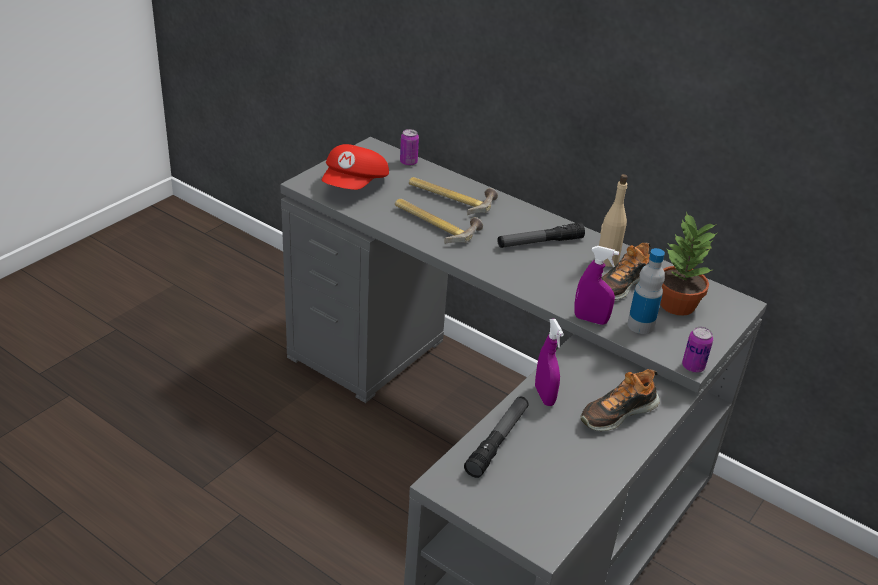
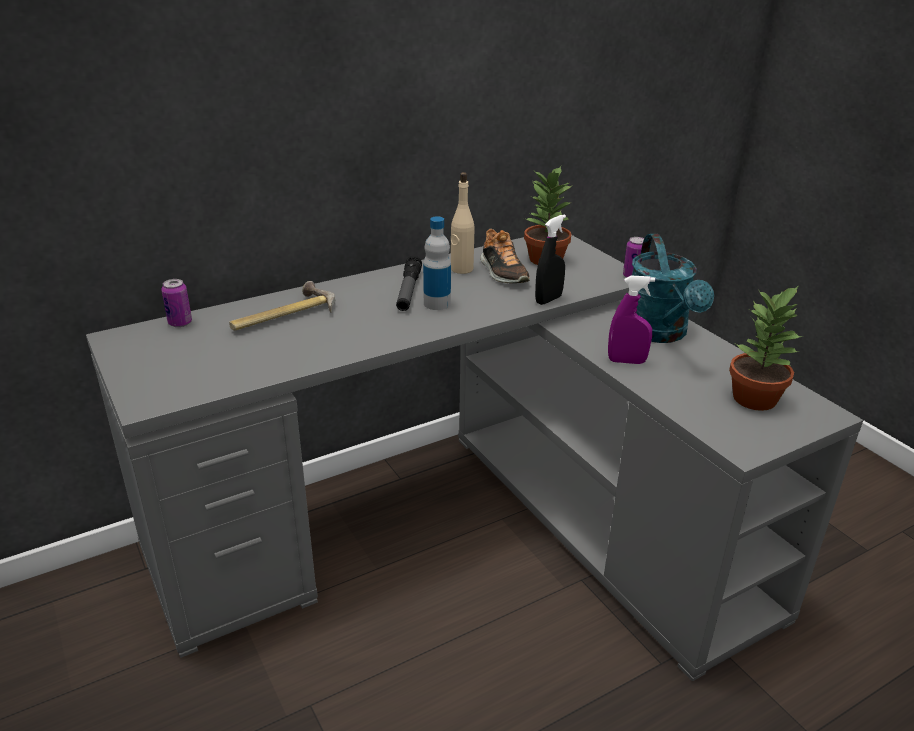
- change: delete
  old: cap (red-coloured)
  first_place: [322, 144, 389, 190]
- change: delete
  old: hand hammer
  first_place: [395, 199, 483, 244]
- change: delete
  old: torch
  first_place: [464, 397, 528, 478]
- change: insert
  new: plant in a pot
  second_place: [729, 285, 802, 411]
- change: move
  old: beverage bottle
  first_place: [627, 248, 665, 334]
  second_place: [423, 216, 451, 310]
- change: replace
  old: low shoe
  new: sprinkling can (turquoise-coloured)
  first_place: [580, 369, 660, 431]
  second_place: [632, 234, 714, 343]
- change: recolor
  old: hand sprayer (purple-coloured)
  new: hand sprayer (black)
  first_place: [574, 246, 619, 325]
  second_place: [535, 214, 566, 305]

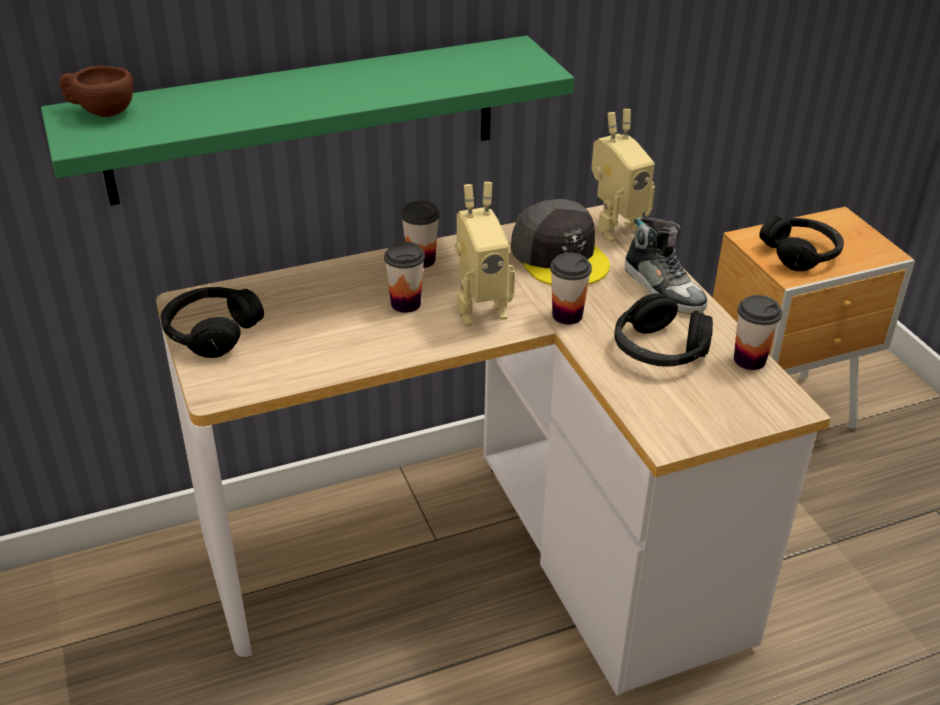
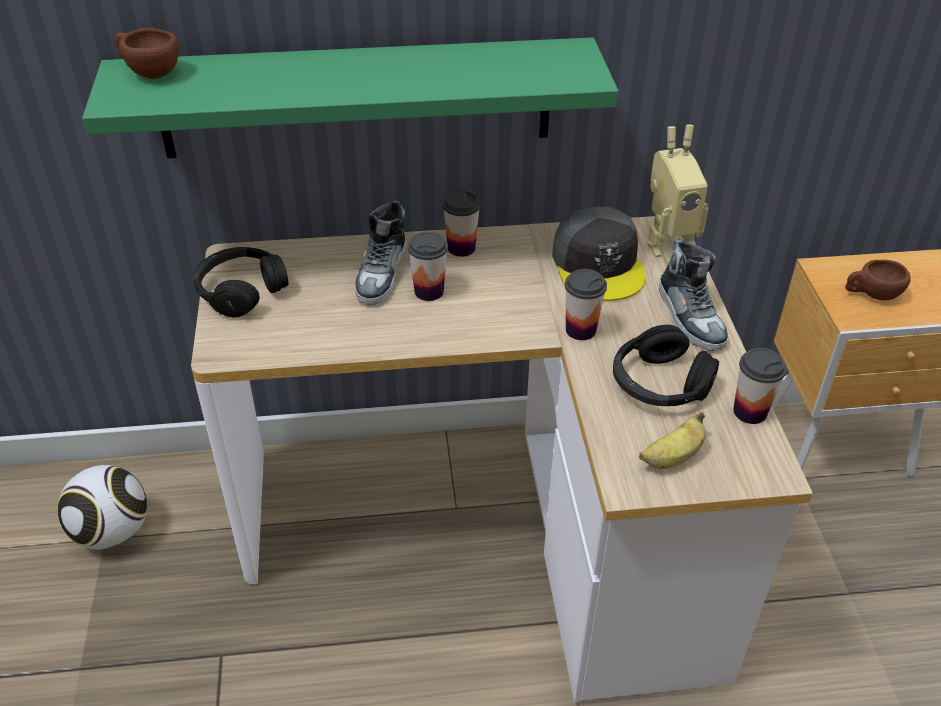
- change: delete
  old: robot figure
  first_place: [455, 182, 515, 326]
- change: insert
  new: football ball
  second_place: [58, 465, 147, 550]
- change: insert
  new: low shoe
  second_place: [355, 201, 406, 305]
- change: insert
  new: banana fruit
  second_place: [639, 412, 706, 469]
- change: replace
  old: headset (black)
  new: small cup (brown-coloured)
  first_place: [759, 216, 844, 271]
  second_place: [845, 260, 911, 300]

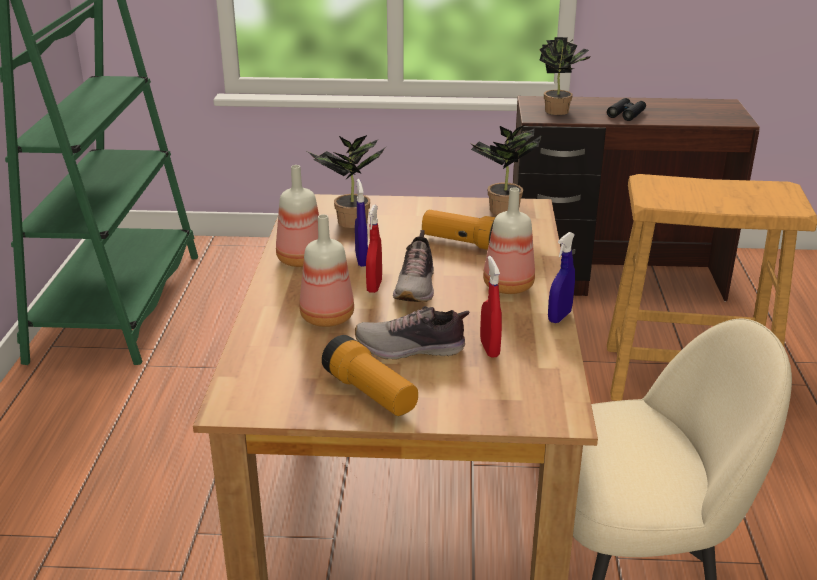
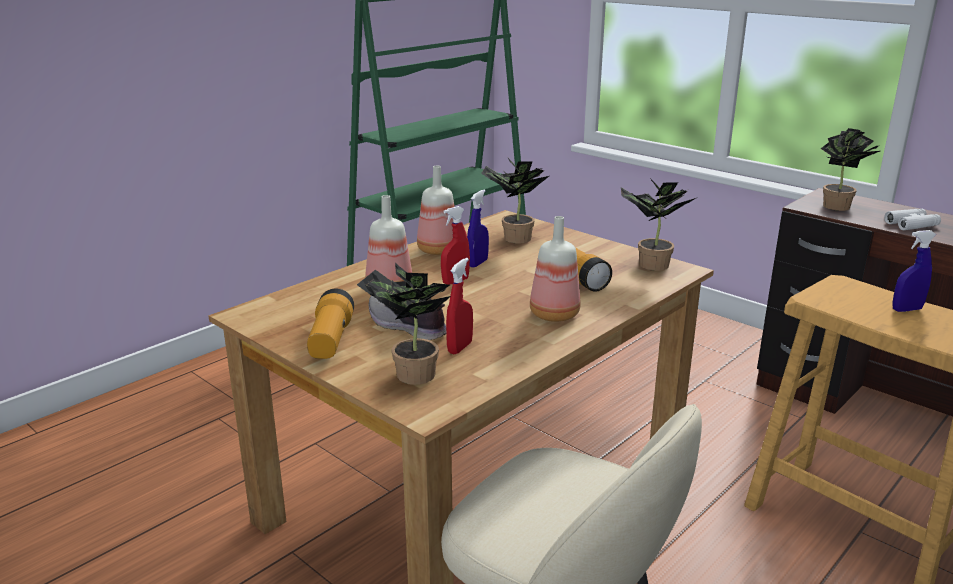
- change: delete
  old: low shoe
  first_place: [393, 230, 434, 302]
- change: insert
  new: plant in a pot
  second_place: [357, 263, 451, 385]
- change: move
  old: hand sprayer (bluish)
  first_place: [548, 232, 575, 323]
  second_place: [893, 230, 936, 312]
- change: recolor
  old: binoculars (black)
  new: binoculars (white-coloured)
  first_place: [607, 98, 646, 121]
  second_place: [884, 209, 941, 230]

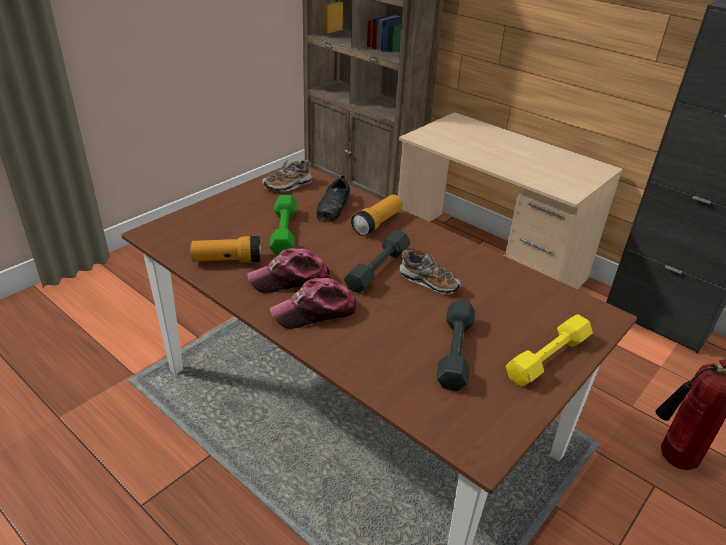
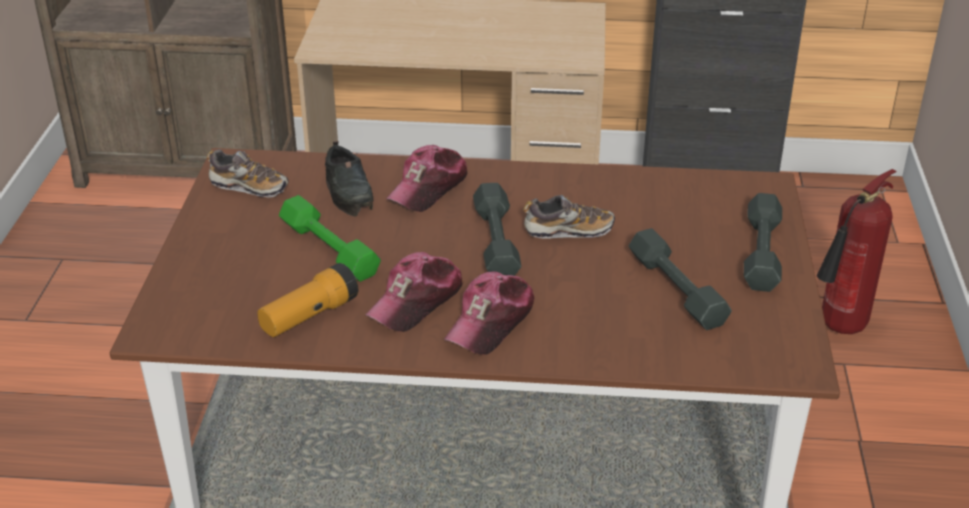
- change: replace
  old: torch
  new: cap
  first_place: [351, 194, 402, 236]
  second_place: [386, 145, 468, 212]
- change: recolor
  old: hand weight (yellowish)
  new: hand weight (grey)
  first_place: [506, 314, 593, 387]
  second_place: [744, 193, 782, 292]
- change: rotate
  old: low shoe
  first_place: [262, 160, 312, 191]
  second_place: [207, 149, 289, 197]
  degrees: -90

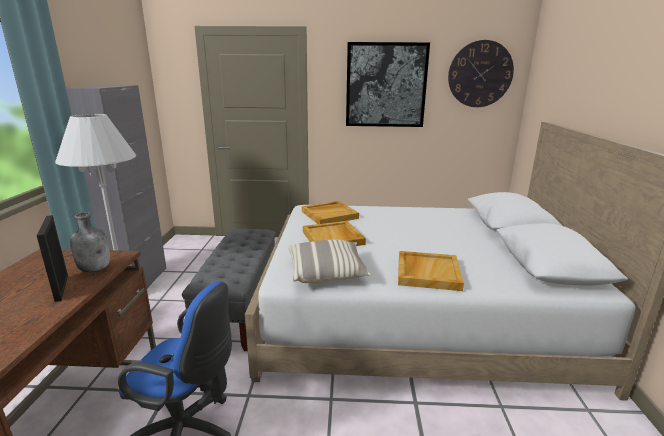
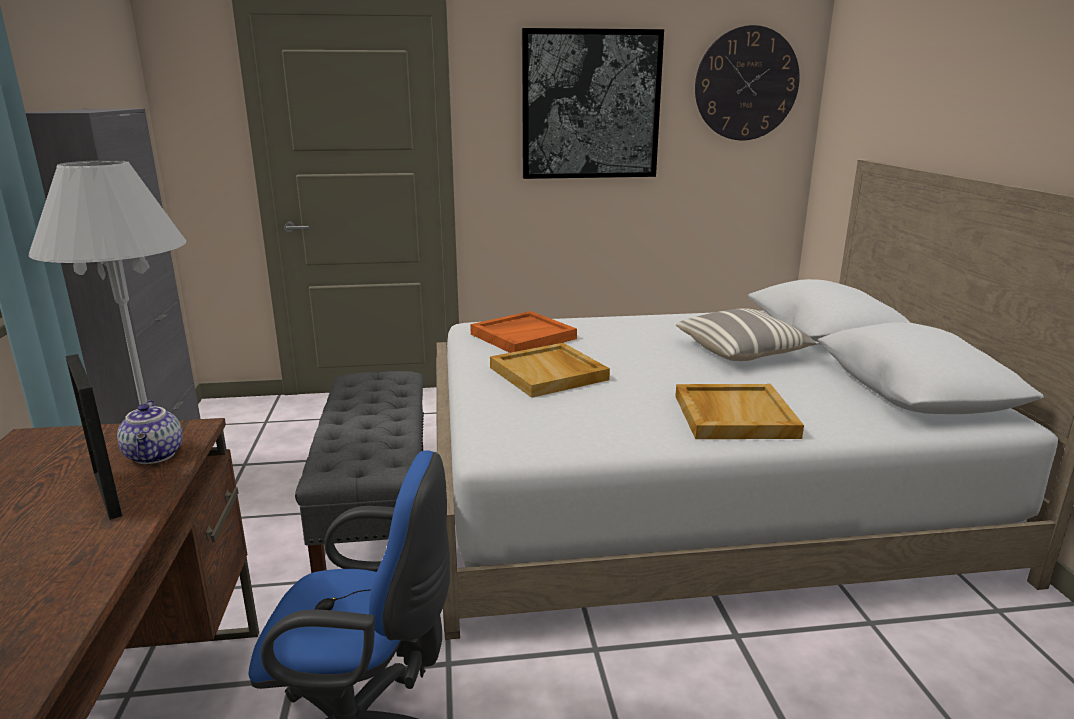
- change: move
  old: throw pillow
  first_place: [288, 239, 371, 283]
  second_place: [676, 308, 819, 361]
- change: replace
  old: beverage bottle (grey)
  new: teapot
  first_place: [70, 212, 110, 272]
  second_place: [117, 400, 183, 464]
- change: recolor
  old: serving tray (beige)
  new: serving tray (orangey)
  first_place: [302, 201, 359, 224]
  second_place: [470, 311, 577, 353]

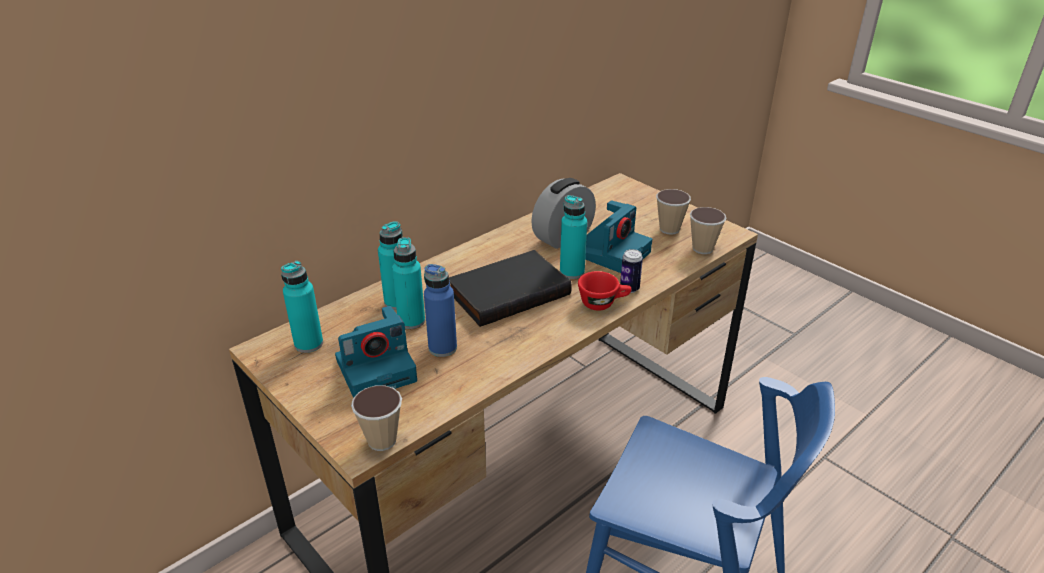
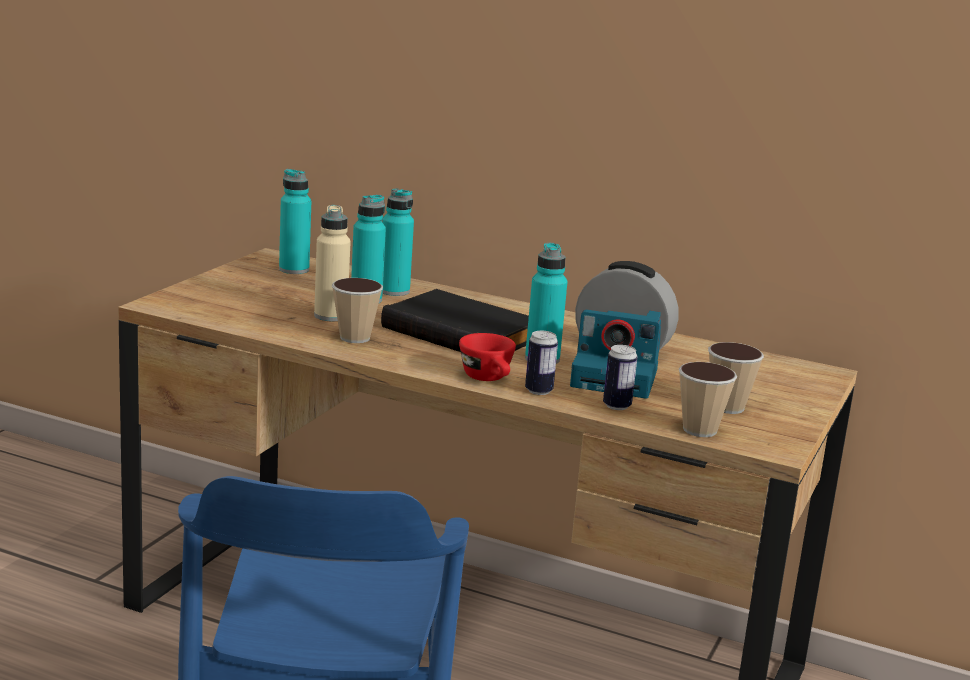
- change: delete
  old: still camera
  first_place: [335, 306, 417, 398]
- change: insert
  new: can
  second_place: [603, 345, 637, 410]
- change: move
  old: small cup
  first_place: [351, 385, 402, 451]
  second_place: [332, 278, 383, 343]
- change: recolor
  old: beverage bottle (bluish)
  new: beverage bottle (beige)
  first_place: [424, 264, 457, 357]
  second_place: [314, 205, 351, 321]

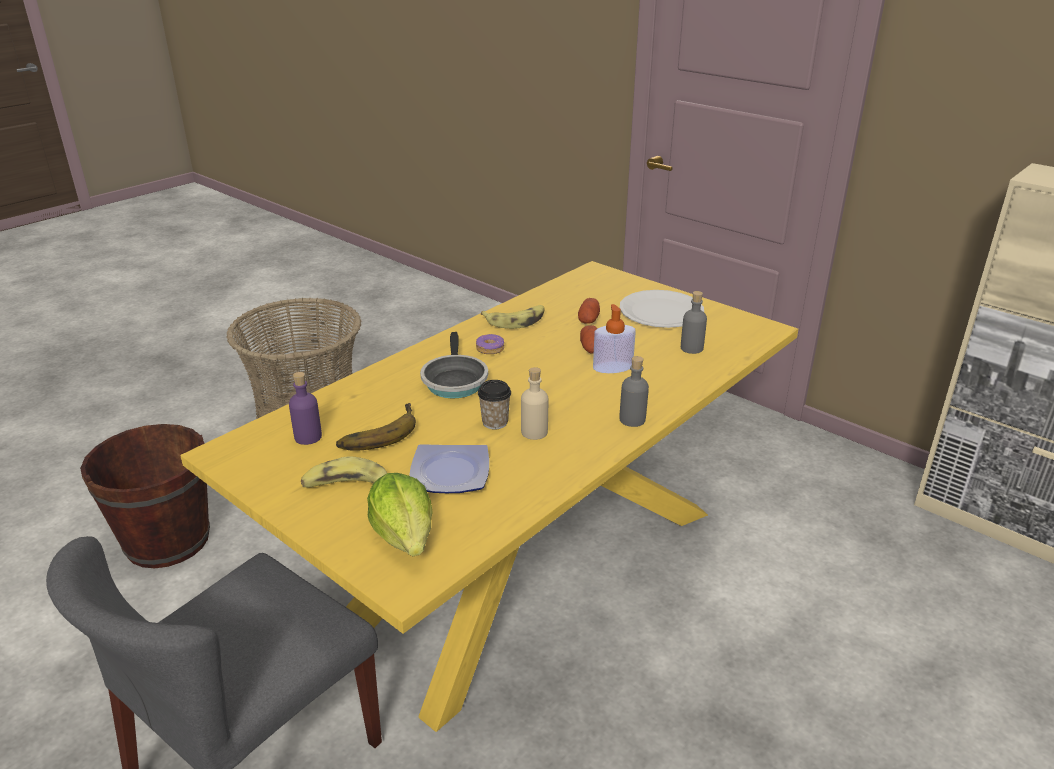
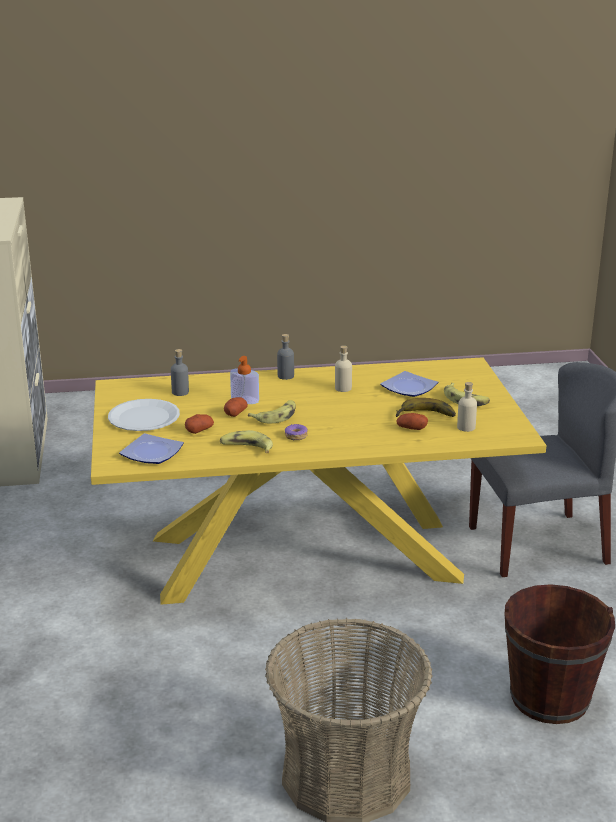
- change: delete
  old: lettuce
  first_place: [367, 473, 433, 556]
- change: delete
  old: pan
  first_place: [420, 332, 488, 398]
- change: delete
  old: small cup
  first_place: [478, 380, 511, 429]
- change: insert
  new: dinner plate
  second_place: [119, 433, 184, 464]
- change: insert
  new: banana fruit
  second_place: [248, 400, 296, 423]
- change: insert
  new: whole potato
  second_place: [397, 413, 428, 430]
- change: recolor
  old: beverage bottle (purple-coloured)
  new: beverage bottle (beige)
  first_place: [289, 372, 322, 445]
  second_place: [457, 382, 477, 432]

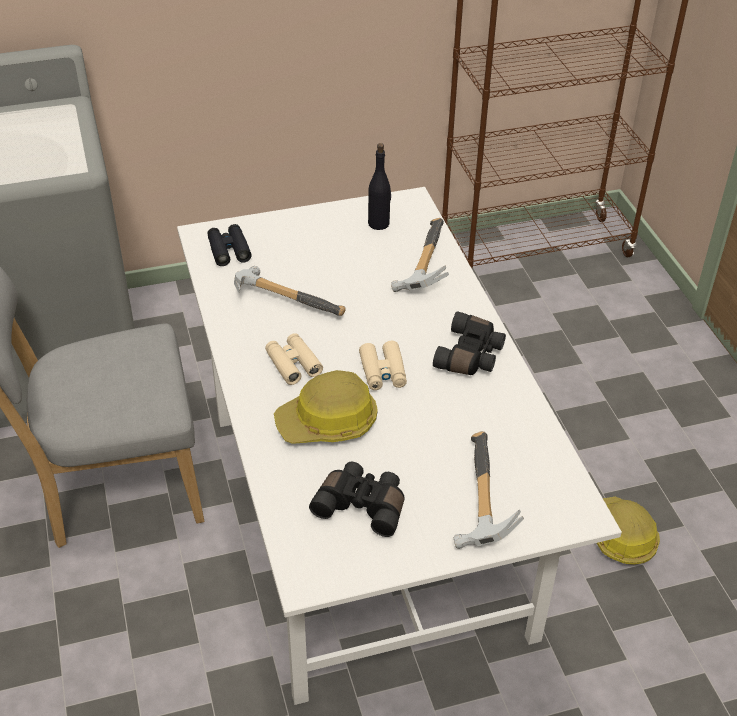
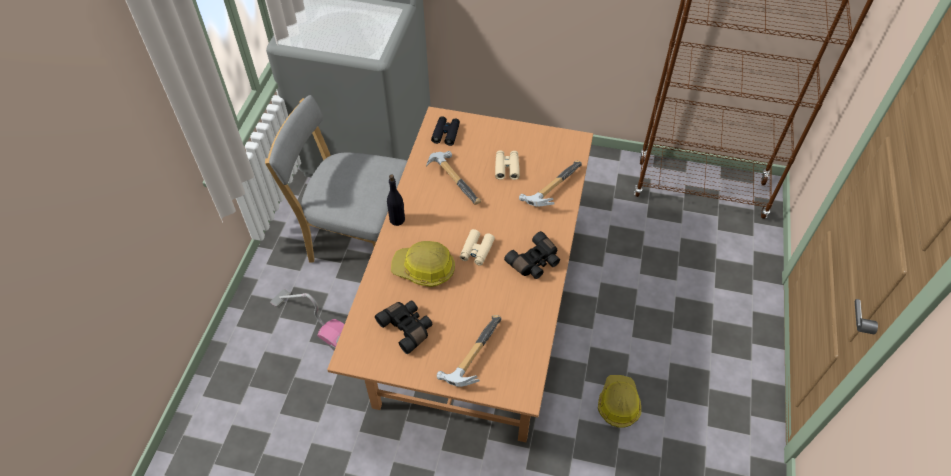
- change: insert
  new: vacuum
  second_place: [270, 289, 344, 350]
- change: move
  old: binoculars (beige)
  first_place: [265, 333, 323, 385]
  second_place: [495, 150, 520, 180]
- change: move
  old: beverage bottle (black)
  first_place: [368, 143, 391, 230]
  second_place: [387, 174, 405, 226]
- change: recolor
  old: kitchen table (white-coloured)
  new: kitchen table (brown-coloured)
  first_place: [177, 187, 622, 705]
  second_place: [327, 107, 593, 442]

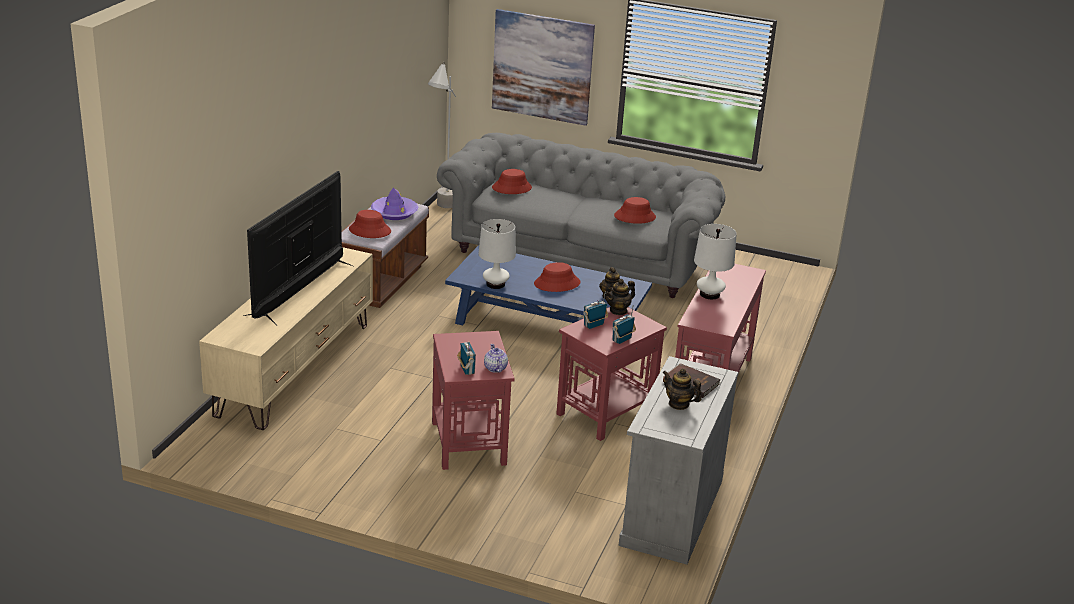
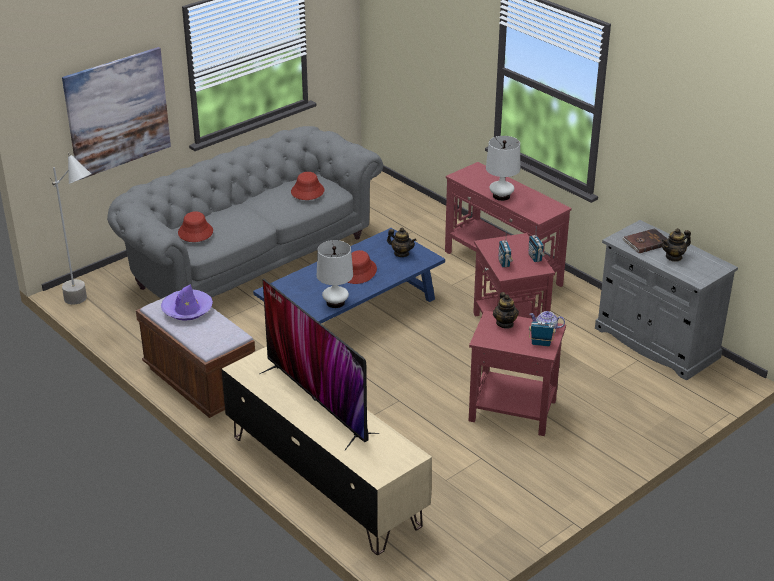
- change: delete
  old: wearable hat (red-coloured)
  first_place: [349, 210, 391, 238]
- change: move
  old: teapot
  first_place: [605, 279, 635, 315]
  second_place: [493, 292, 519, 329]

